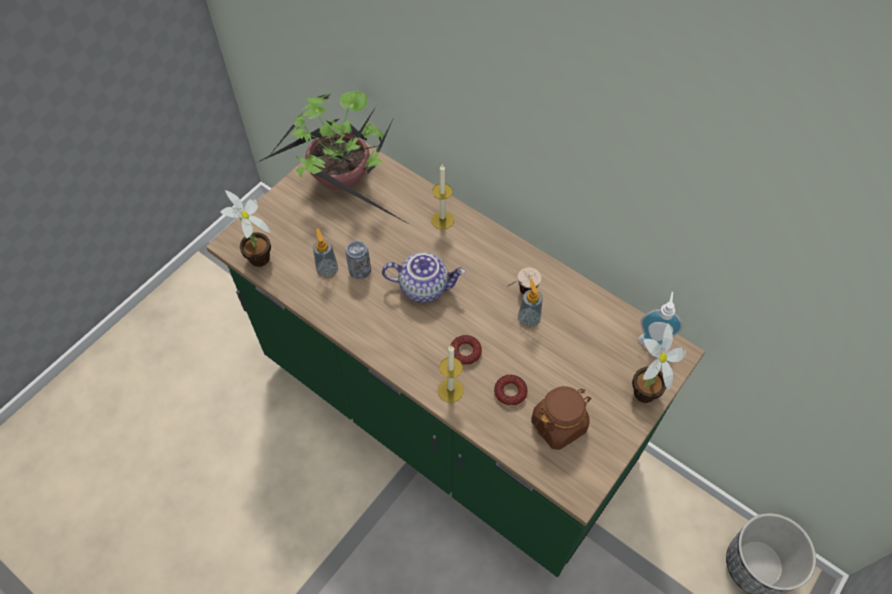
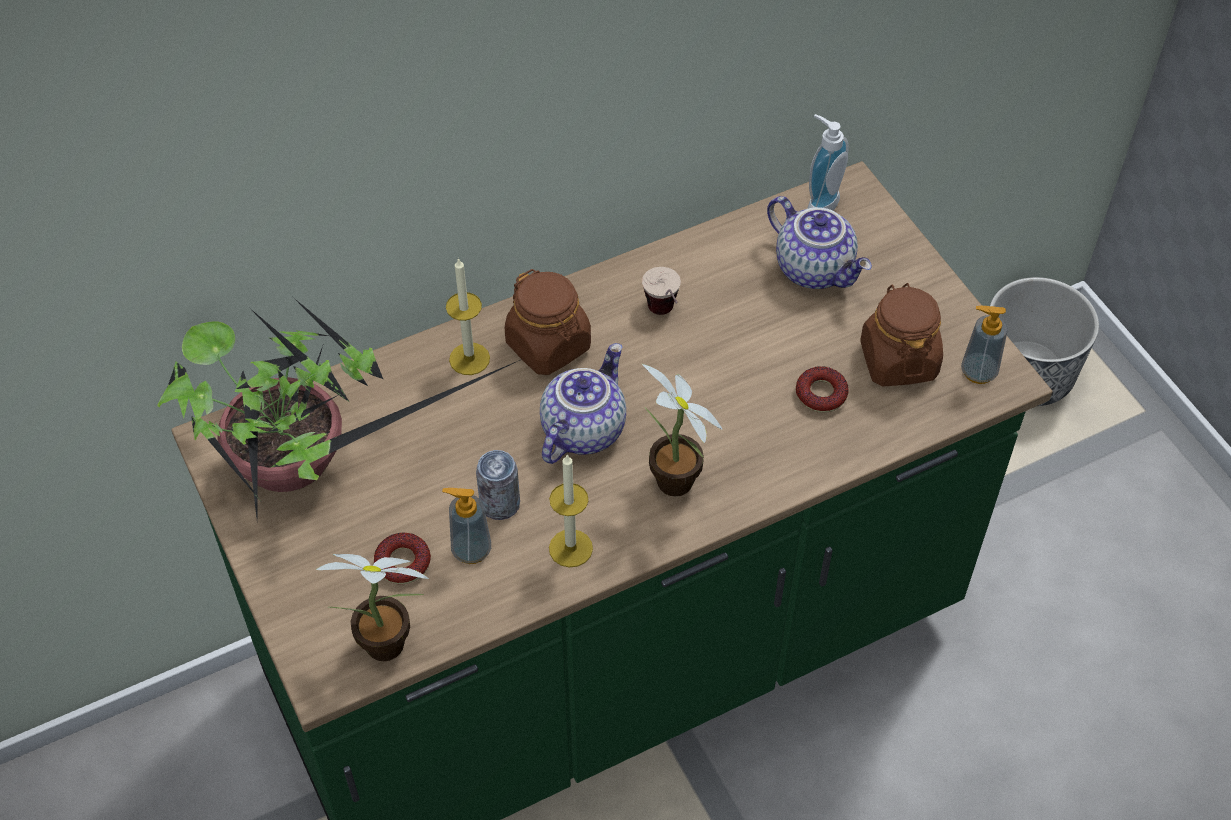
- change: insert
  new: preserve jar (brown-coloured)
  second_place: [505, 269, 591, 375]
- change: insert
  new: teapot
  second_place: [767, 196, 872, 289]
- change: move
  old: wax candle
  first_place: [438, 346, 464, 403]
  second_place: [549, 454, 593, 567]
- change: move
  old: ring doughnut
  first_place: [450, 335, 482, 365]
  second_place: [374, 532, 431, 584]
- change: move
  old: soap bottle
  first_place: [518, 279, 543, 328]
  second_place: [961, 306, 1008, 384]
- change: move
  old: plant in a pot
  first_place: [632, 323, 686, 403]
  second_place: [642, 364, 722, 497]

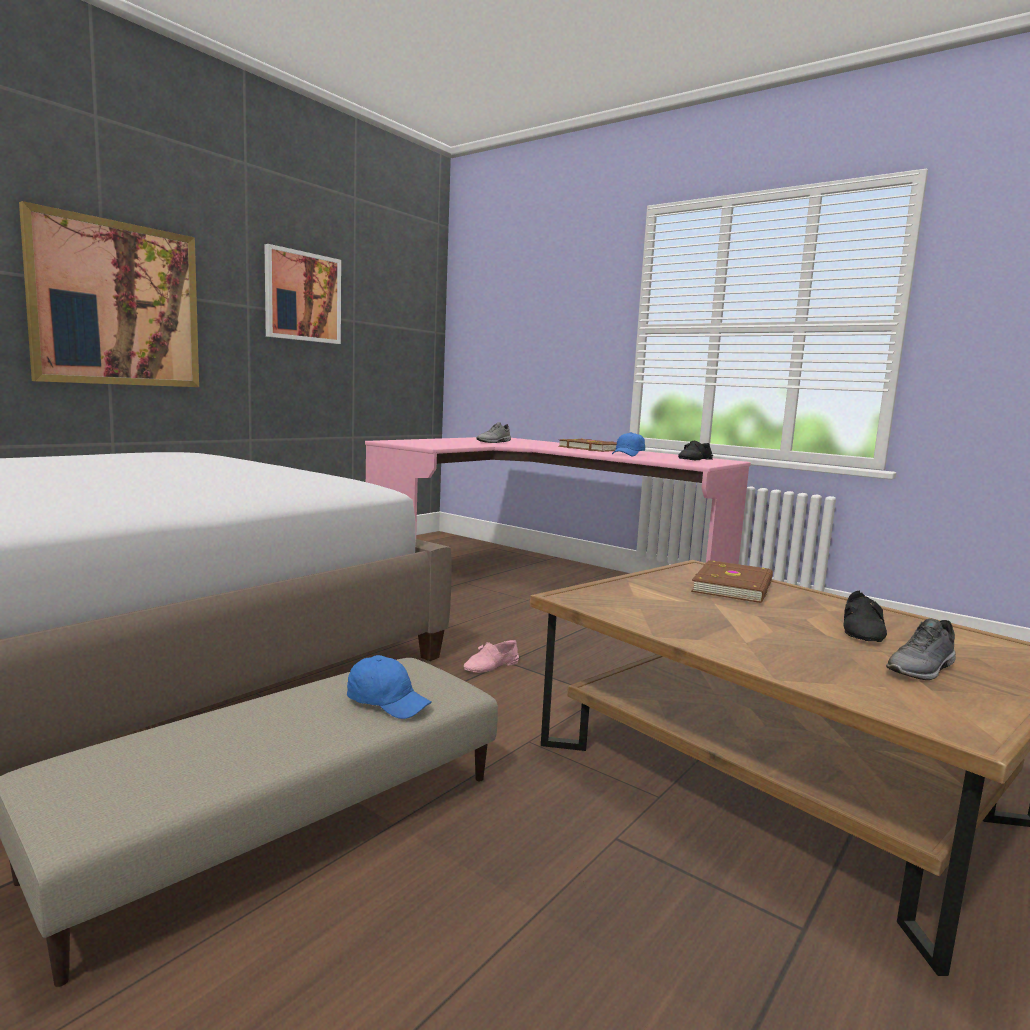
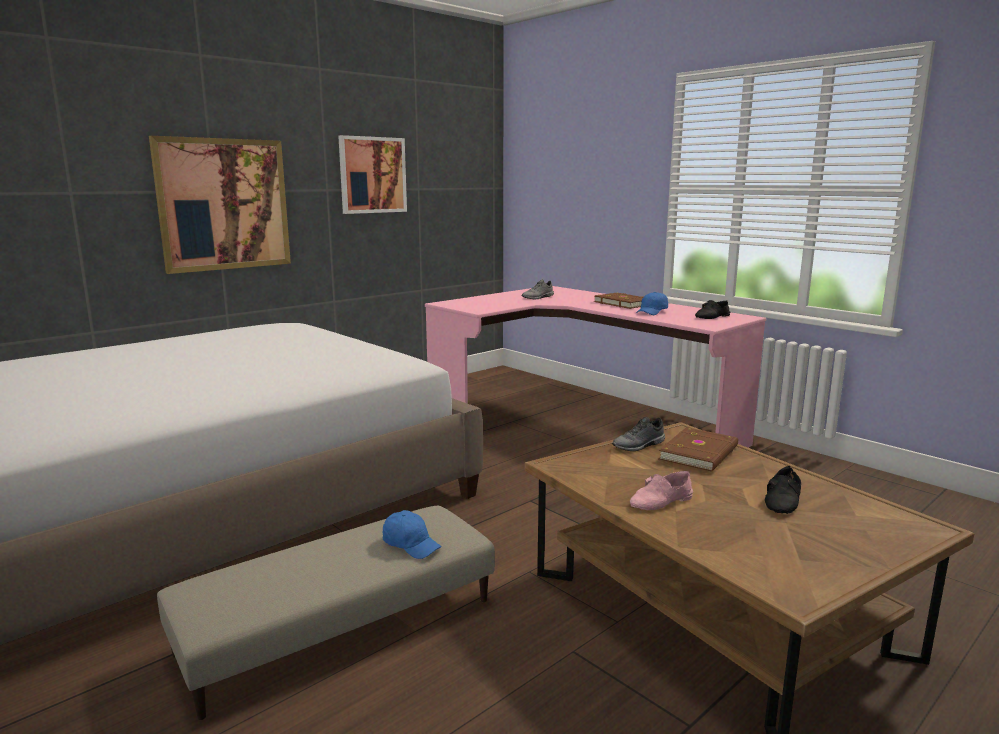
- change: move
  old: low shoe (pink-coloured)
  first_place: [464, 640, 519, 673]
  second_place: [630, 471, 693, 510]
- change: move
  old: low shoe (grey)
  first_place: [886, 618, 956, 680]
  second_place: [612, 417, 665, 451]

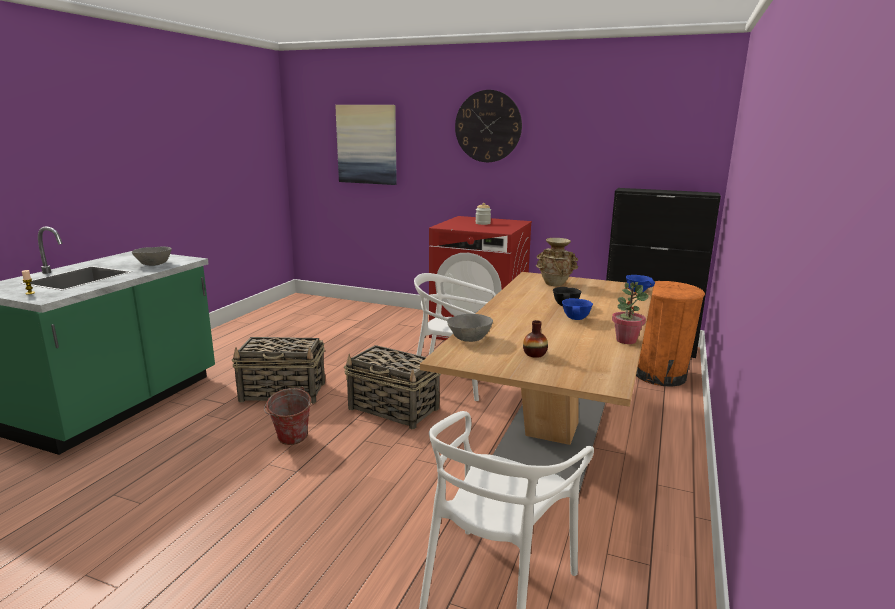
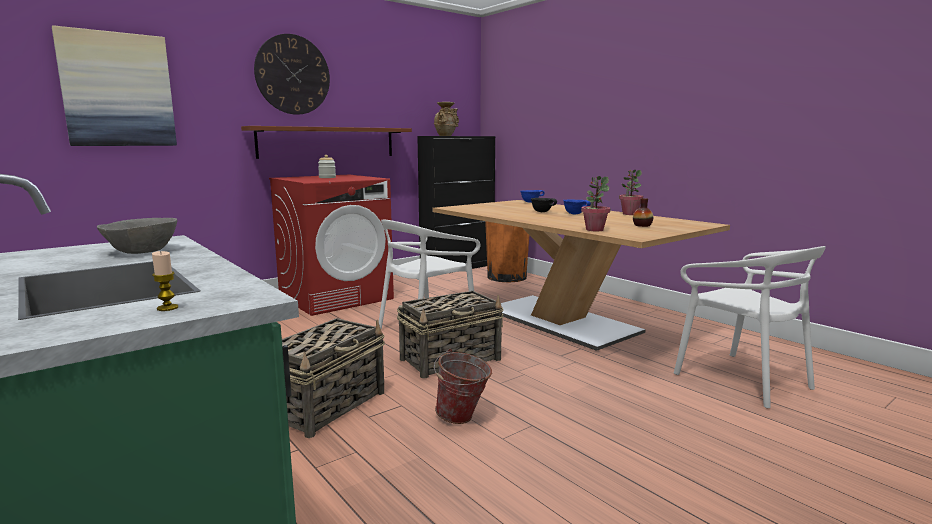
- change: insert
  new: bracket shelf (brown-coloured)
  second_place: [241, 126, 412, 159]
- change: move
  old: flower vase (beige)
  first_place: [536, 238, 578, 286]
  second_place: [434, 102, 459, 136]
- change: replace
  old: serving bowl (grey)
  new: plant in a pot
  first_place: [447, 314, 493, 342]
  second_place: [581, 176, 610, 231]

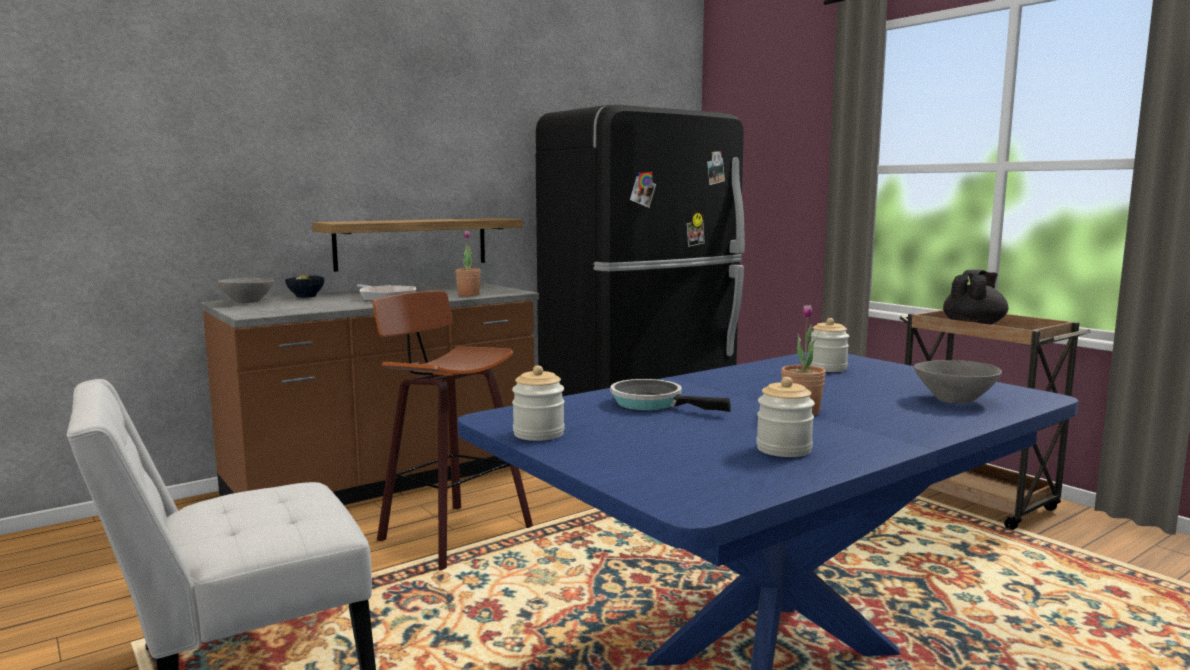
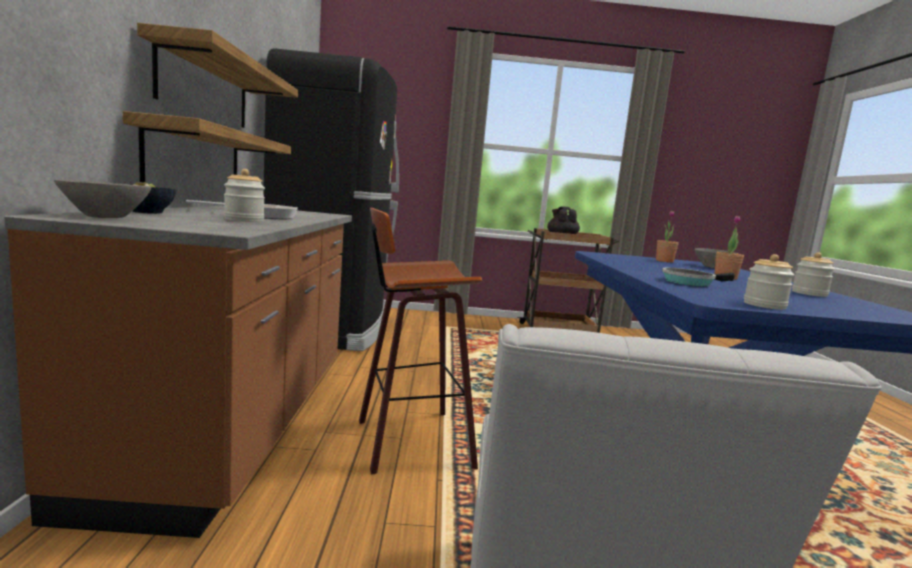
- change: insert
  new: bracket shelf
  second_place: [137, 23, 298, 128]
- change: move
  old: plant in a pot
  first_place: [455, 231, 481, 296]
  second_place: [656, 211, 679, 263]
- change: move
  old: preserve jar
  first_place: [810, 318, 849, 372]
  second_place: [224, 169, 265, 222]

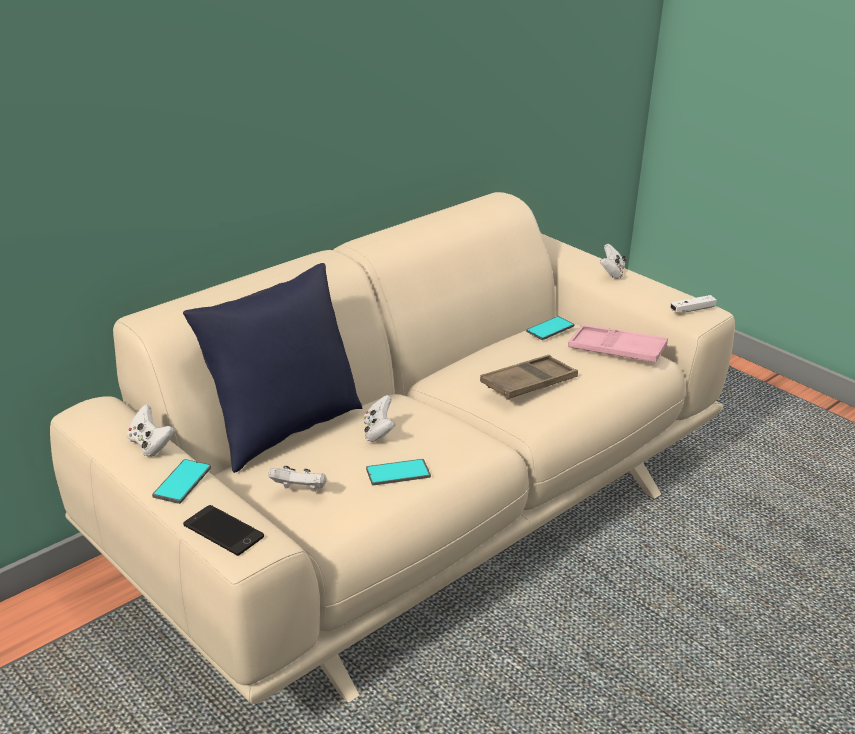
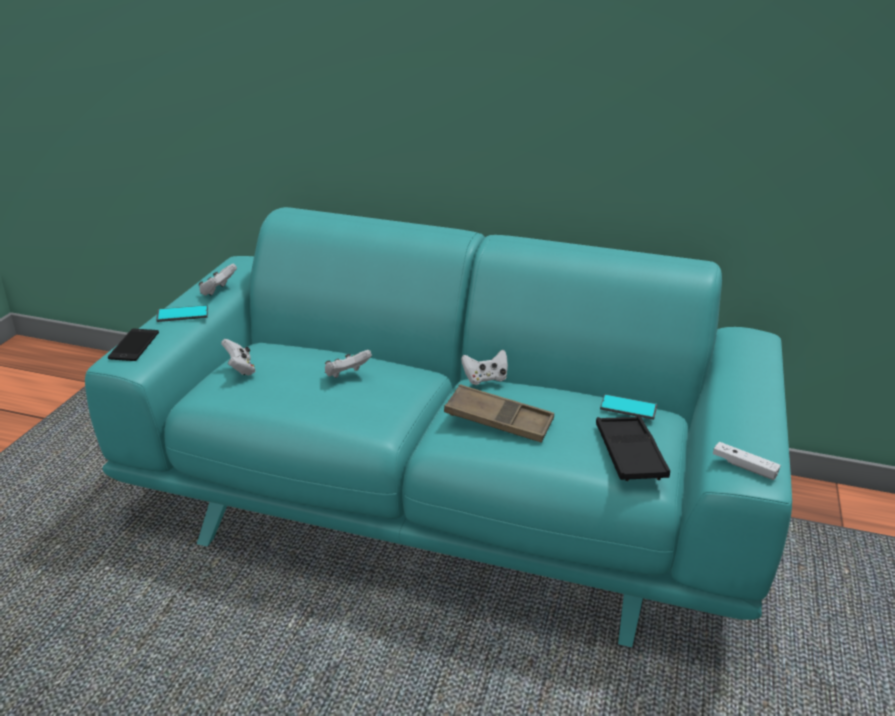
- change: delete
  old: throw pillow (bluish)
  first_place: [183, 263, 362, 473]
- change: delete
  old: handset
  first_place: [366, 459, 431, 486]
- change: move
  old: gamepad (white-coloured)
  first_place: [600, 243, 626, 279]
  second_place: [461, 350, 508, 385]
- change: recolor
  old: settee (beige)
  new: settee (turquoise-coloured)
  first_place: [50, 192, 735, 704]
  second_place: [85, 207, 792, 647]
- change: recolor
  old: serving tray (pink-coloured)
  new: serving tray (black)
  first_place: [568, 325, 668, 363]
  second_place: [596, 416, 670, 481]

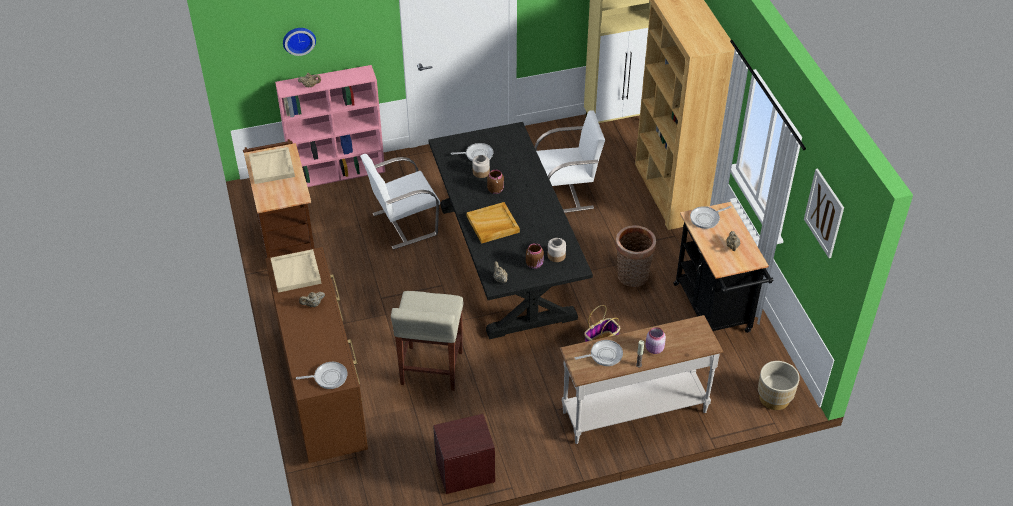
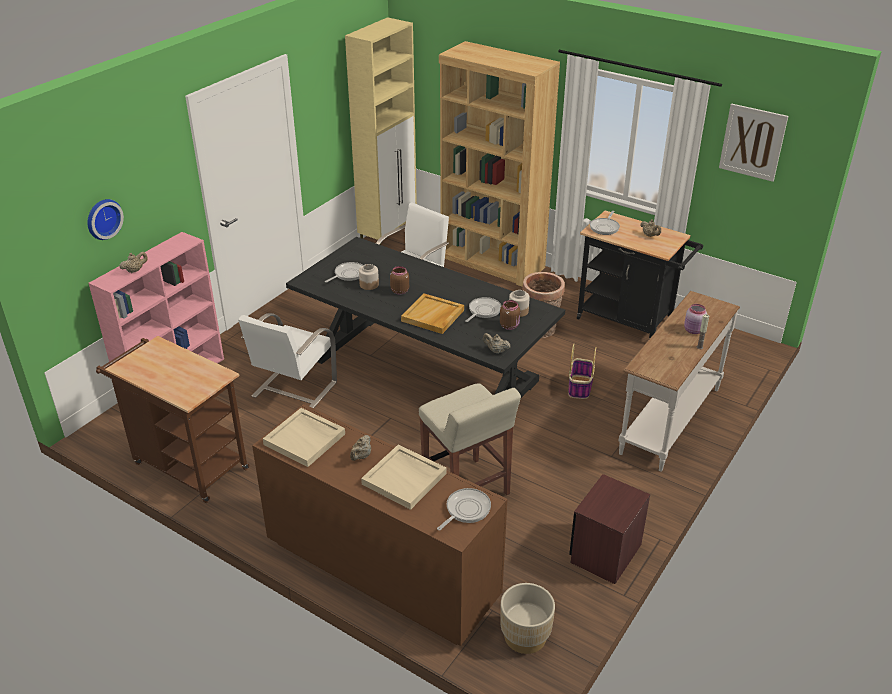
- change: move
  old: serving tray (beige)
  first_place: [249, 147, 295, 184]
  second_place: [361, 444, 446, 510]
- change: move
  old: pan
  first_place: [575, 340, 623, 366]
  second_place: [466, 297, 502, 322]
- change: move
  old: planter (beige)
  first_place: [758, 361, 800, 410]
  second_place: [500, 583, 555, 654]

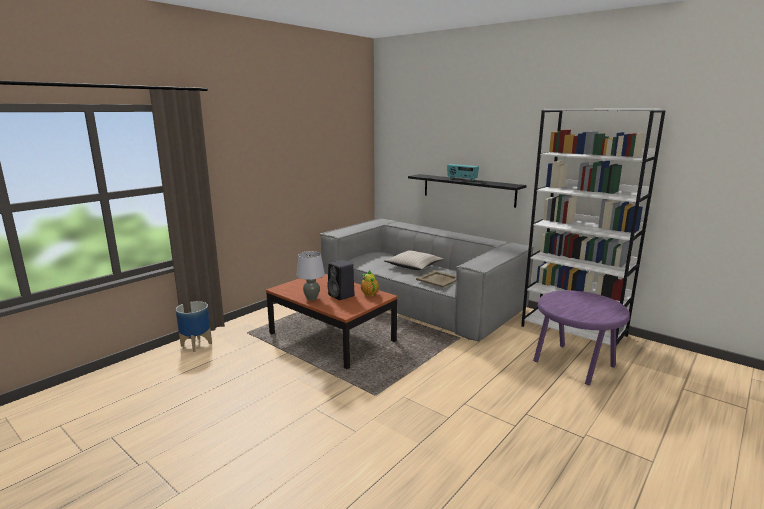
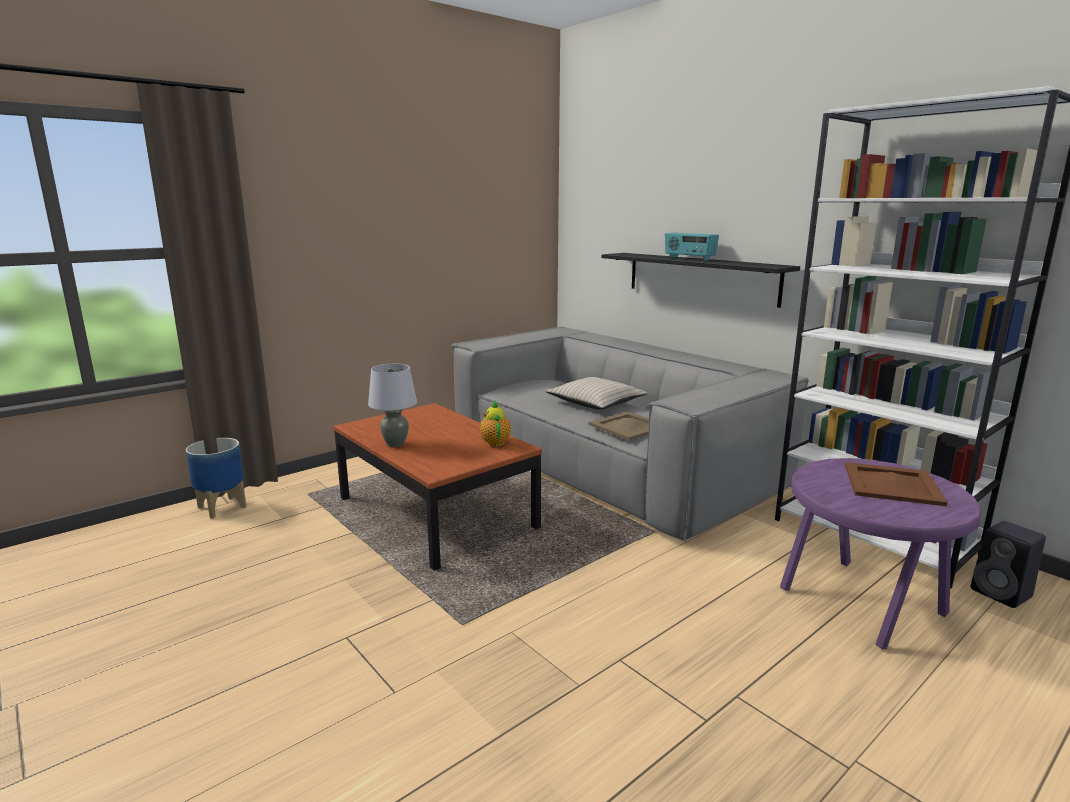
- change: insert
  new: serving tray (brown-coloured)
  second_place: [845, 462, 948, 506]
- change: move
  old: audio speaker (black)
  first_place: [327, 260, 355, 300]
  second_place: [970, 521, 1046, 608]

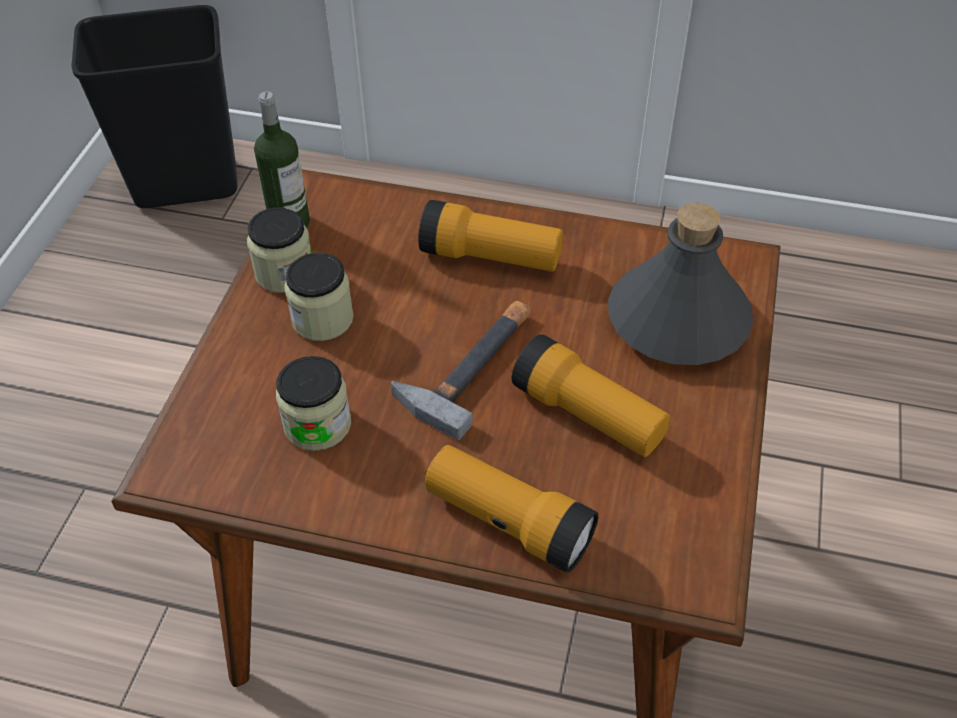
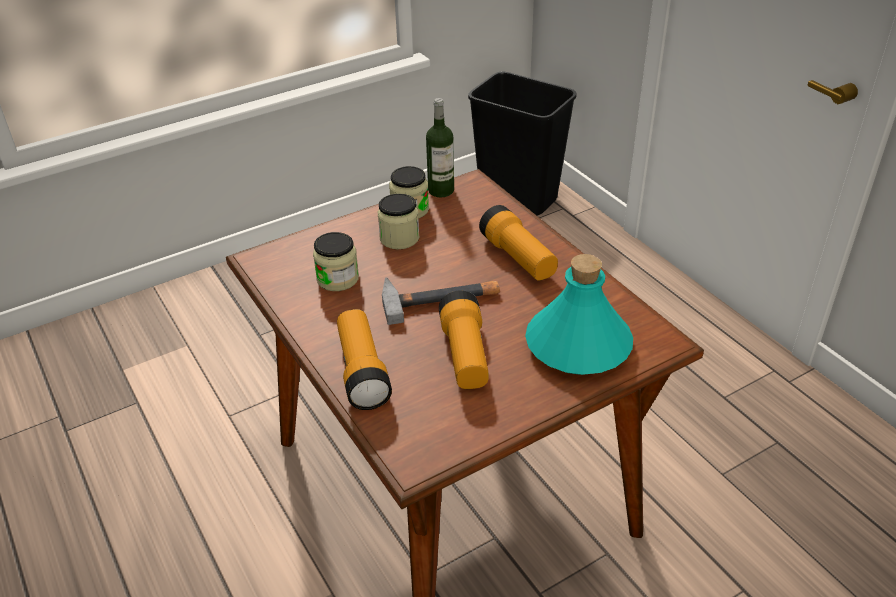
- change: recolor
  old: beverage bottle (grey)
  new: beverage bottle (turquoise-coloured)
  first_place: [608, 202, 754, 365]
  second_place: [525, 254, 633, 375]

